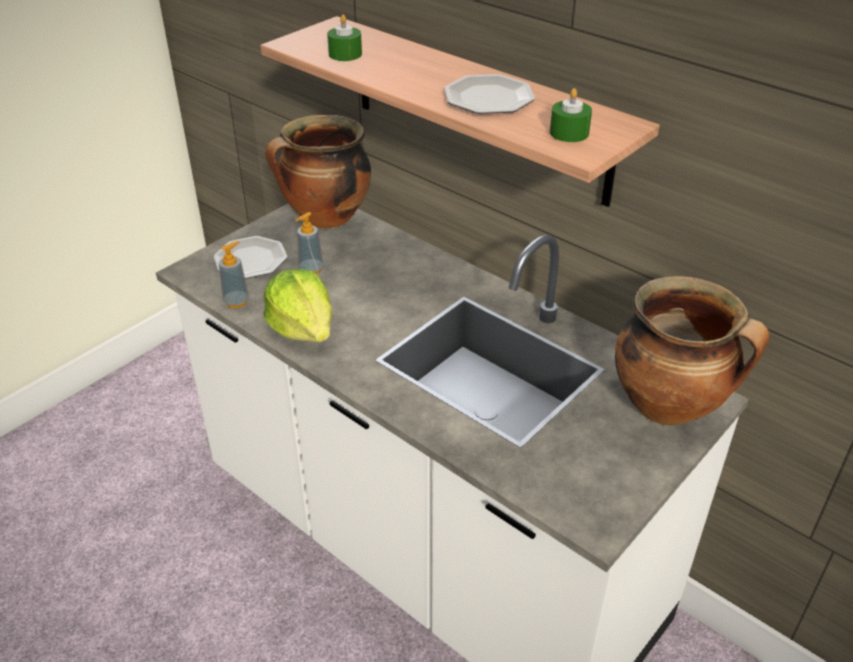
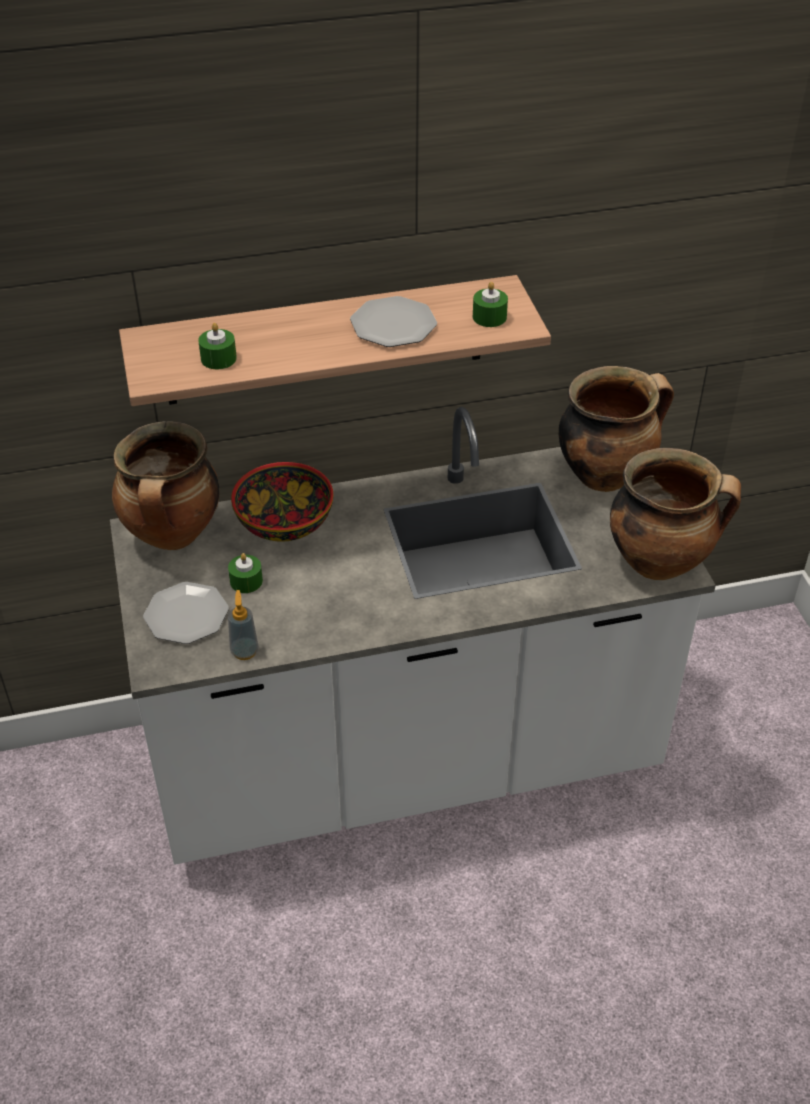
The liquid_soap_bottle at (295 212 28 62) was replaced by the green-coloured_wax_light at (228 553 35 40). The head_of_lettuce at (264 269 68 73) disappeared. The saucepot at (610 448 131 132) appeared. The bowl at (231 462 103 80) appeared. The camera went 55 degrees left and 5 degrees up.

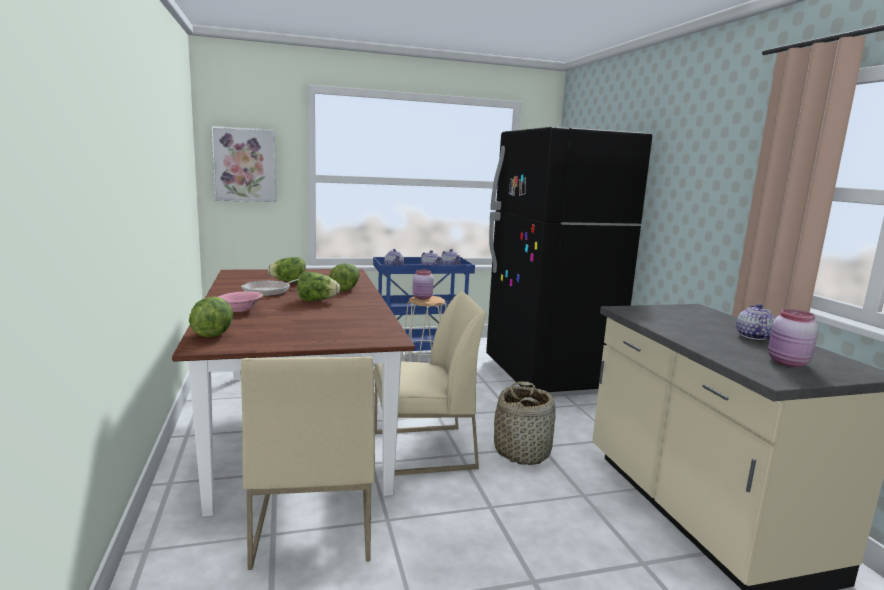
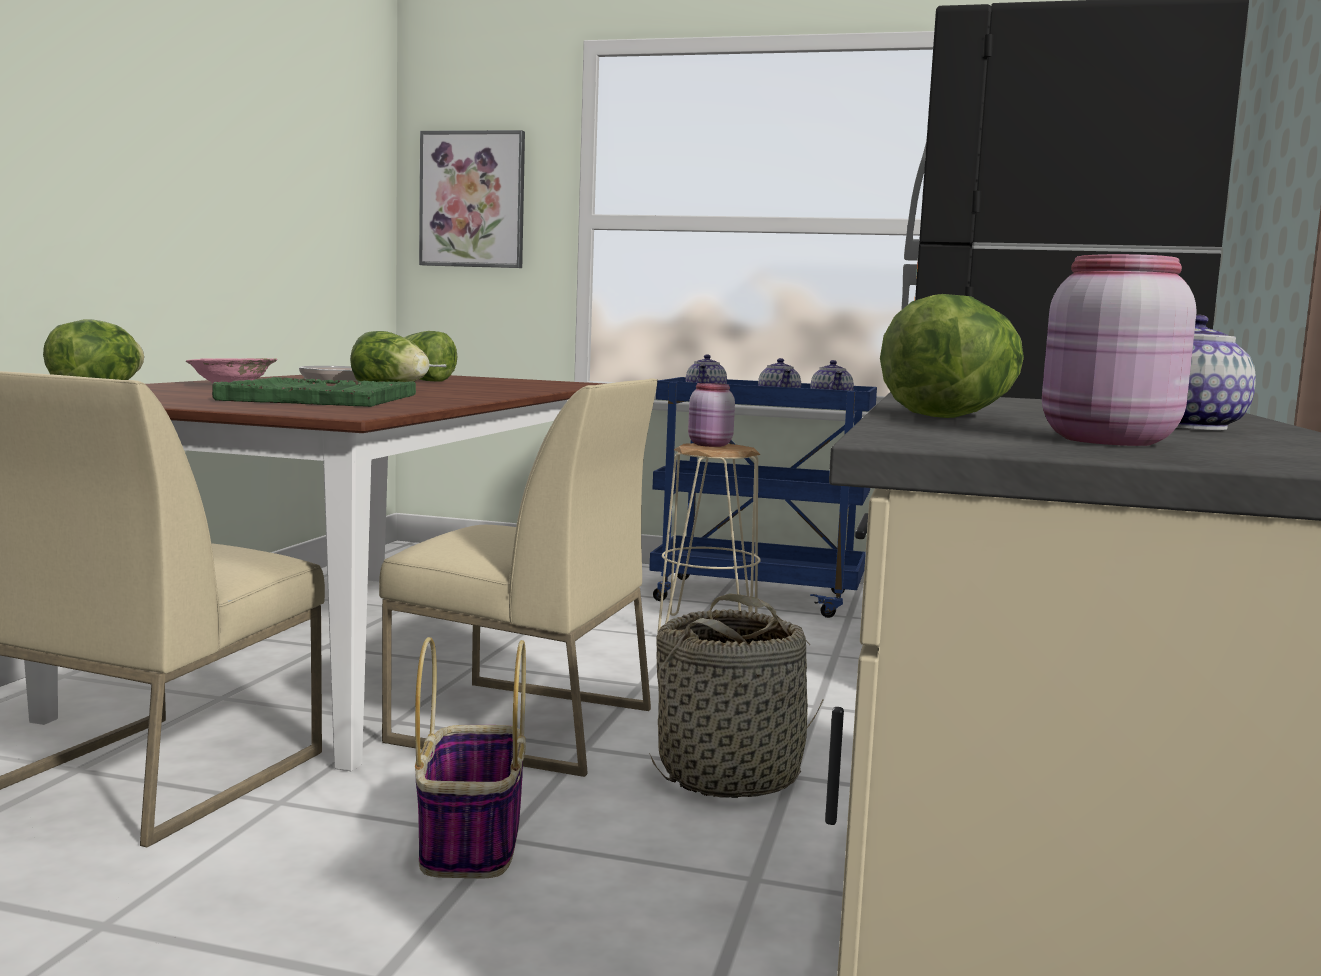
The head_of_lettuce moved from (330 263 30 28) to (880 294 144 124). The green-coloured_serving_tray at (212 377 204 30) appeared. The storage_basket at (415 637 111 241) appeared. The camera went 30 degrees right and 5 degrees down.

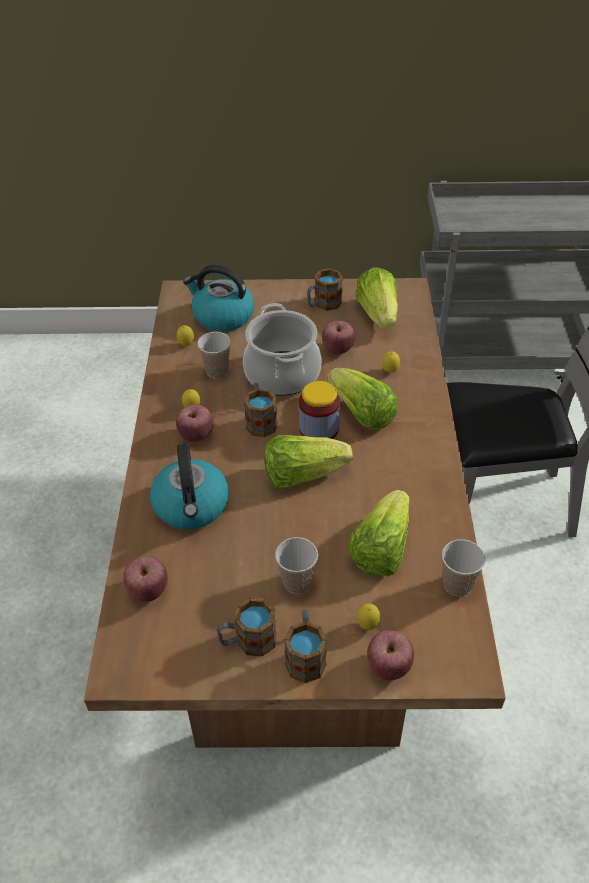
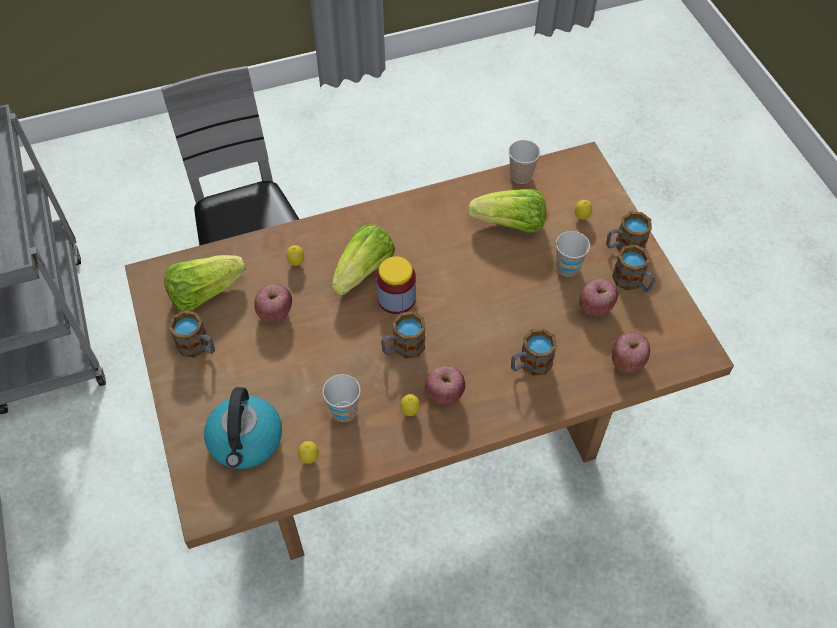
The saucepot at (243 303 79 93) disappeared. The head_of_lettuce at (264 435 89 54) disappeared. The water_kettle at (150 444 79 85) was replaced by the mug at (511 328 46 48). The apple_fruit moved from (367 630 47 51) to (579 278 39 39). The camera went 110 degrees left and 10 degrees up.

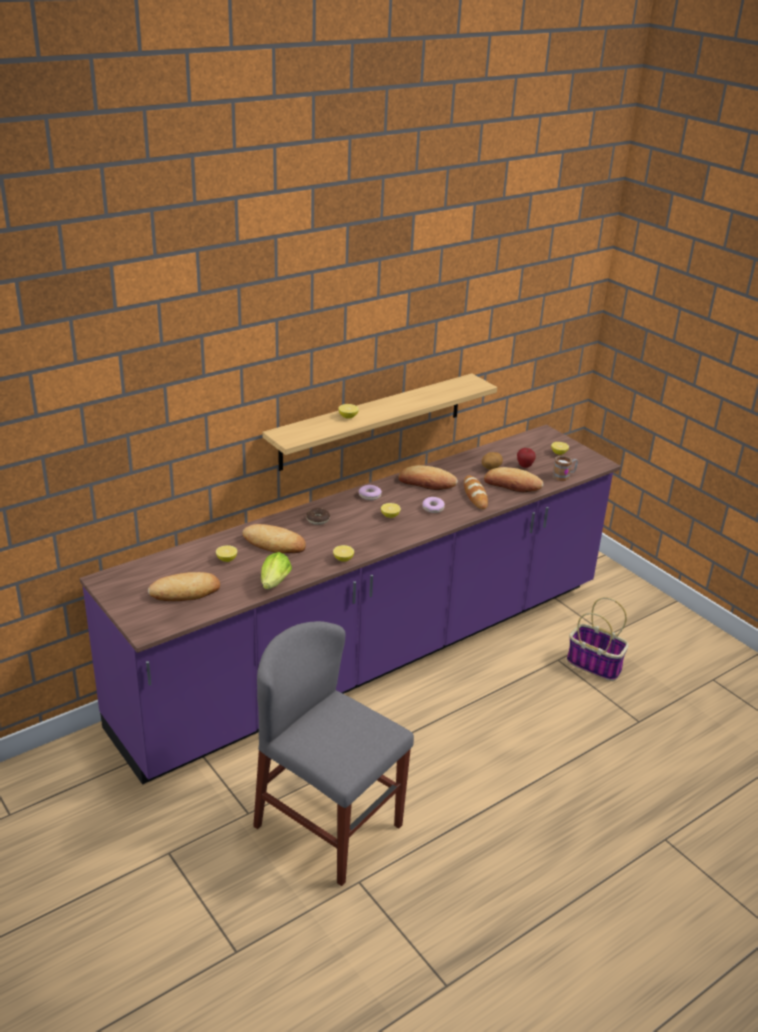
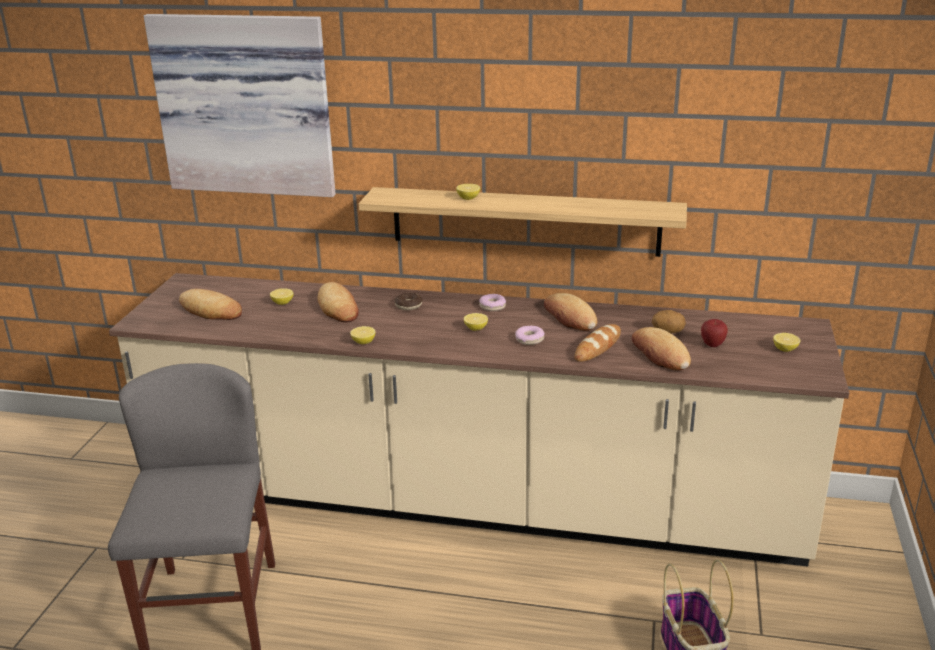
The purplish_kitchen_base_unit at (80 425 541 360) became the beige-coloured_kitchen_base_unit at (109 273 740 294). The mug at (552 456 26 25) disappeared. The head_of_lettuce at (261 552 31 37) disappeared. The picture at (144 14 192 183) appeared. The camera went 50 degrees right and 5 degrees down.

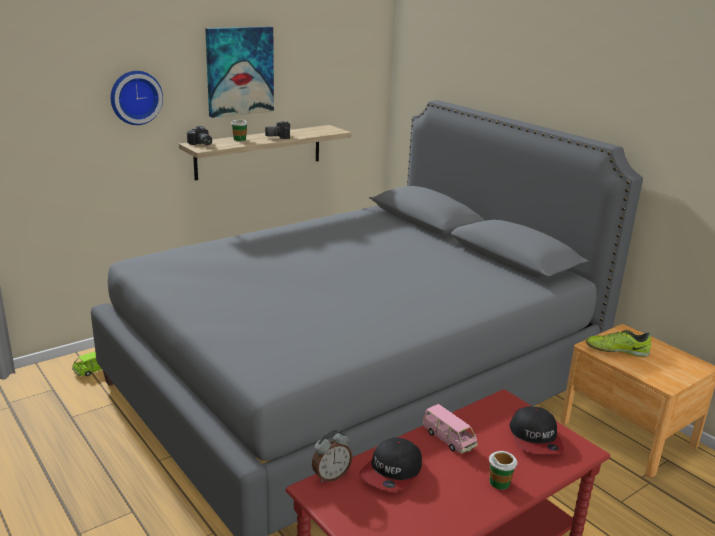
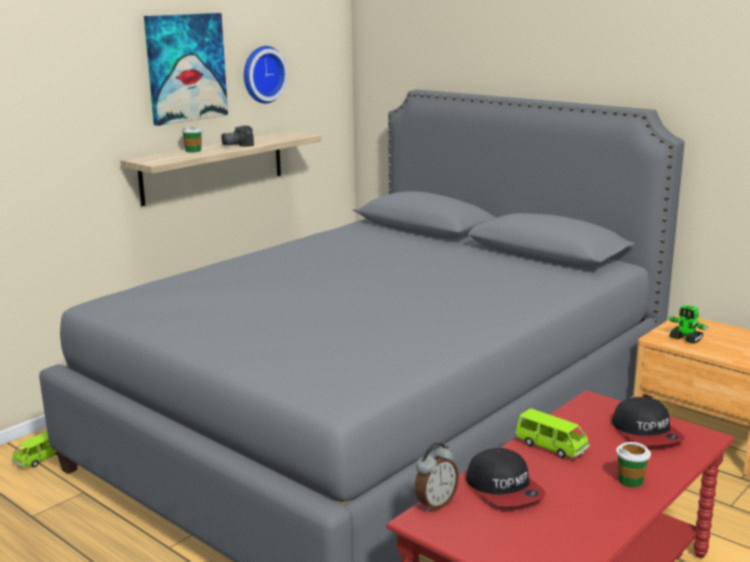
The wall_clock moved from (111 71 52 54) to (244 46 44 58). The still_camera at (187 125 25 20) disappeared. The item_of_footwear at (586 330 65 27) was replaced by the model_robot at (668 305 41 39). The pink_miniature_car at (422 404 56 49) became the green-coloured_miniature_car at (515 408 74 50). The peaked_cap at (359 437 63 54) turned 45 degrees counterclockwise. The camera went 10 degrees left and 5 degrees down.

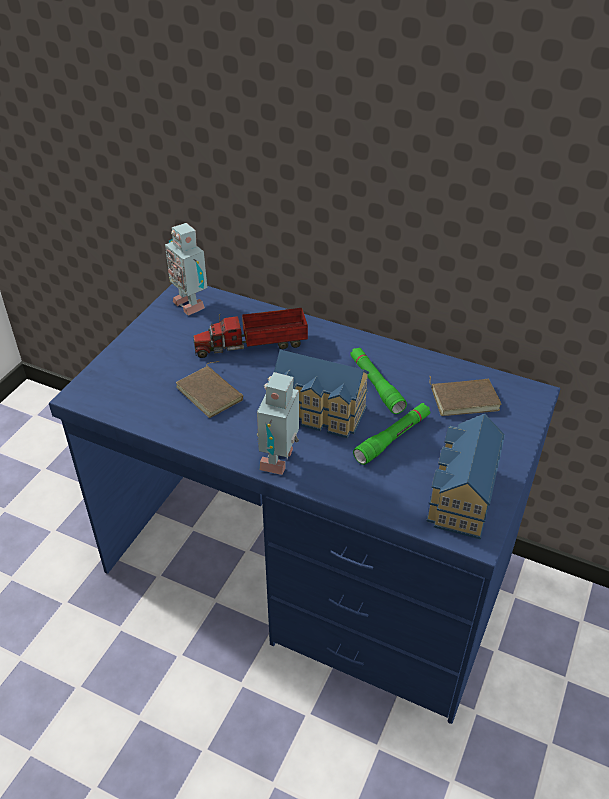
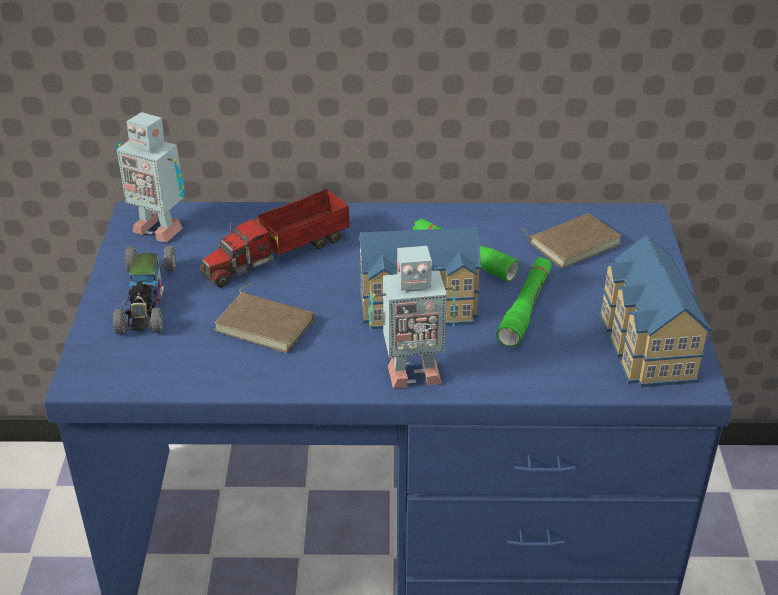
The model_robot at (257 372 42 103) turned 90 degrees counterclockwise. The miniature_car at (113 246 63 88) appeared. The camera went 25 degrees left and 5 degrees down.

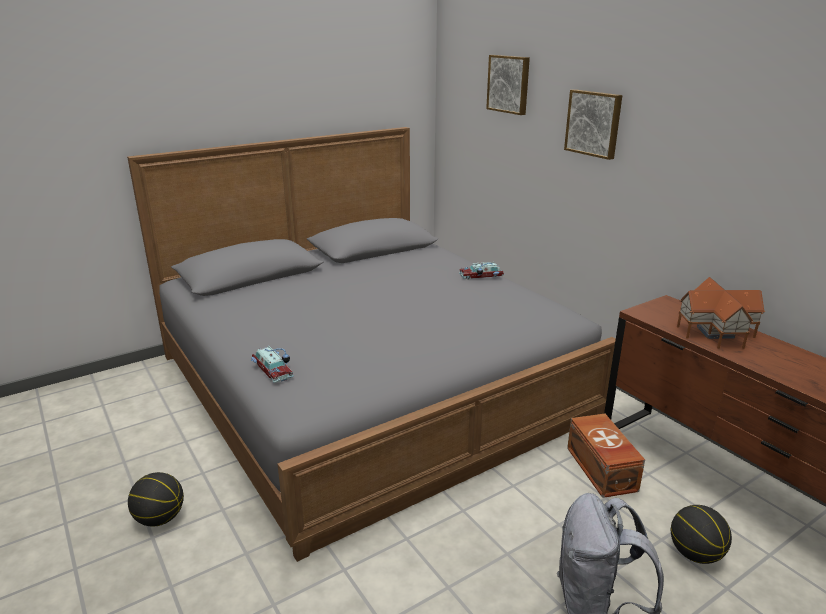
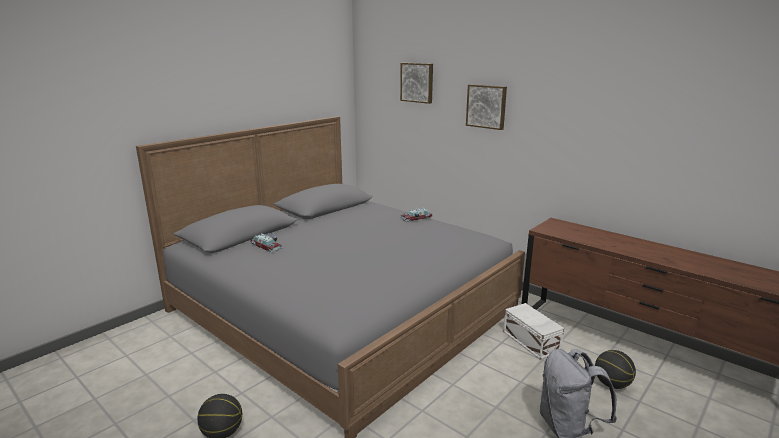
The toy_house at (677 277 88 72) disappeared. The miniature_car moved from (251 346 43 37) to (250 233 32 19). The brownish_storage_bin at (567 414 78 84) became the white_storage_bin at (503 303 61 57). The camera went 15 degrees left and 5 degrees down.

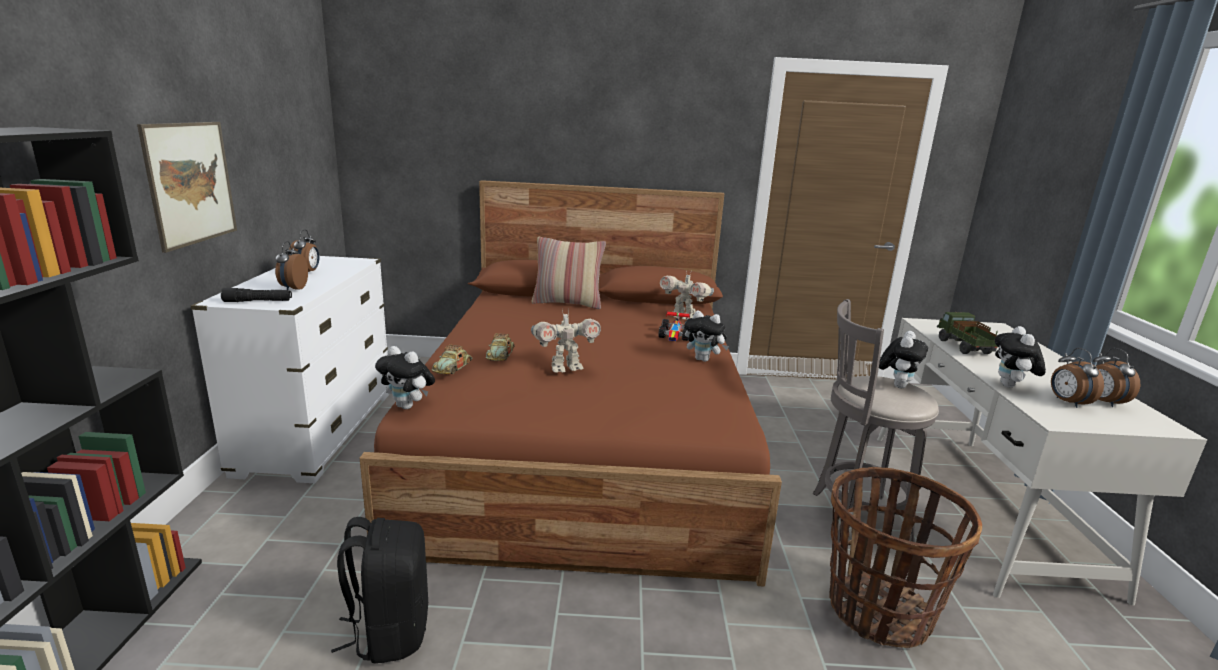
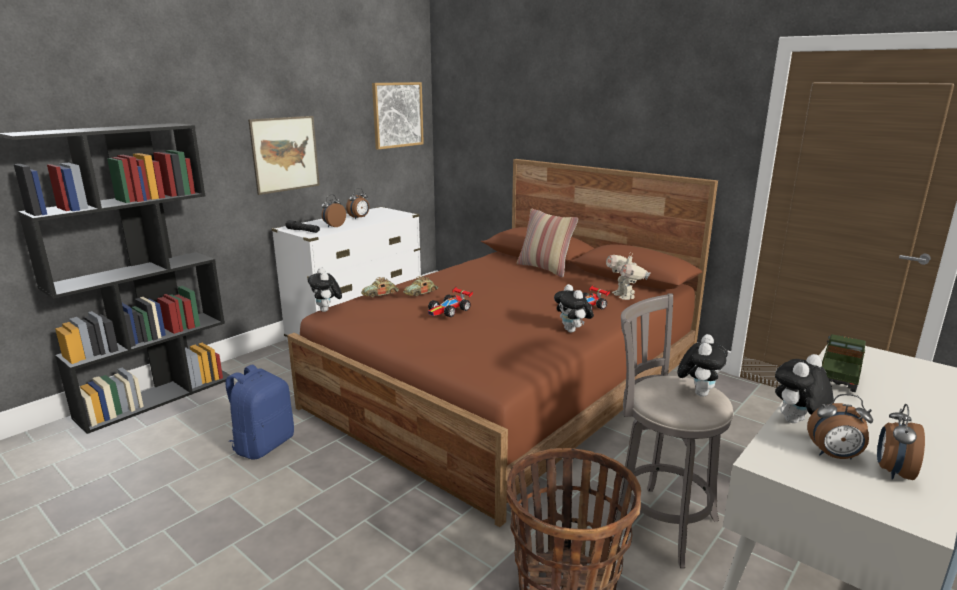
The model_robot at (531 308 70 65) was replaced by the miniature_car at (428 287 45 30). The plush_toy at (879 331 49 57) turned 45 degrees counterclockwise. The alarm_clock at (1051 348 53 60) turned 105 degrees counterclockwise. The blackish_backpack at (331 517 97 146) became the bluish_backpack at (225 365 69 94). The picture at (372 82 52 68) appeared. The camera went 40 degrees right and 0 degrees up.

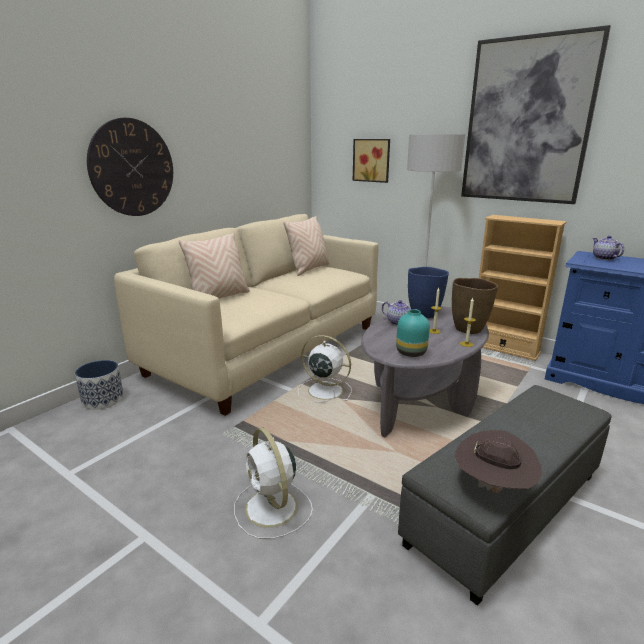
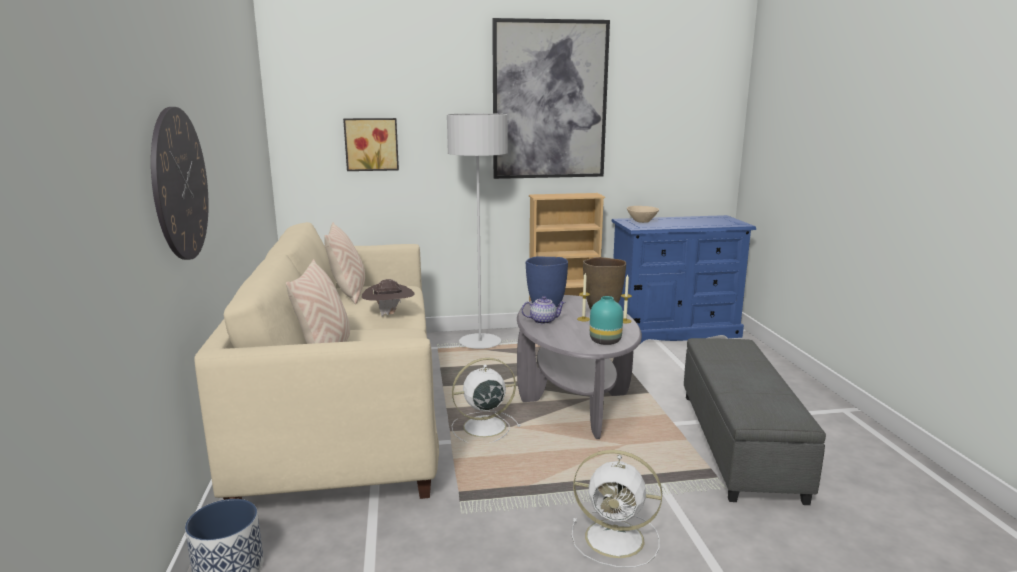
The tea_pot at (593 236 31 24) was replaced by the beige-coloured_bowl at (627 206 32 17). The brownish_wearable_hat moved from (455 430 87 63) to (362 279 52 37). The camera went 45 degrees left and 5 degrees down.

